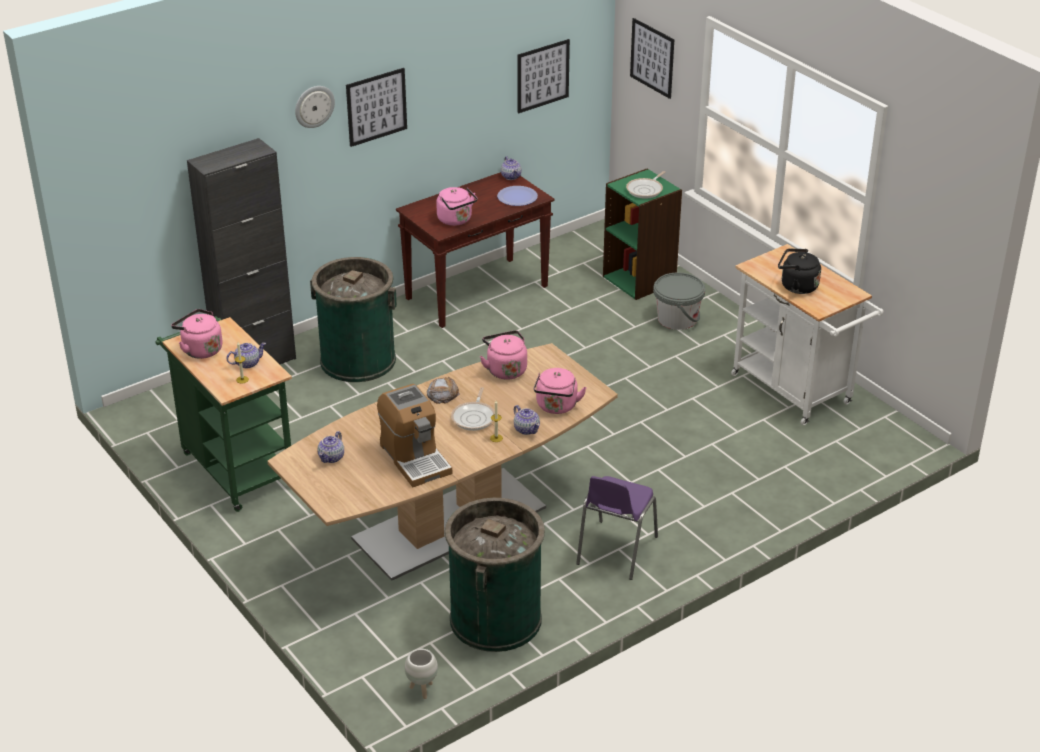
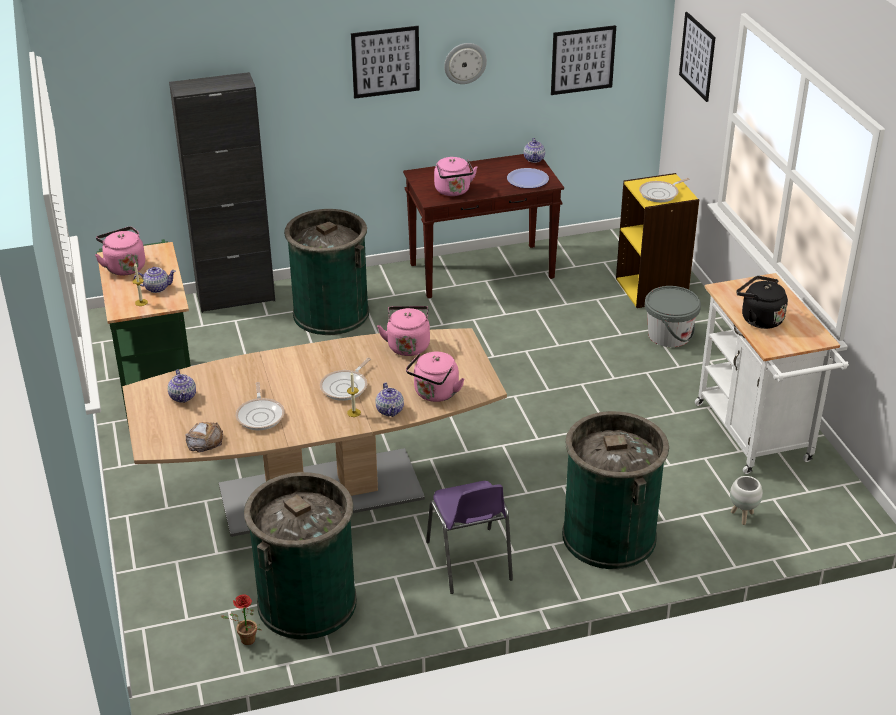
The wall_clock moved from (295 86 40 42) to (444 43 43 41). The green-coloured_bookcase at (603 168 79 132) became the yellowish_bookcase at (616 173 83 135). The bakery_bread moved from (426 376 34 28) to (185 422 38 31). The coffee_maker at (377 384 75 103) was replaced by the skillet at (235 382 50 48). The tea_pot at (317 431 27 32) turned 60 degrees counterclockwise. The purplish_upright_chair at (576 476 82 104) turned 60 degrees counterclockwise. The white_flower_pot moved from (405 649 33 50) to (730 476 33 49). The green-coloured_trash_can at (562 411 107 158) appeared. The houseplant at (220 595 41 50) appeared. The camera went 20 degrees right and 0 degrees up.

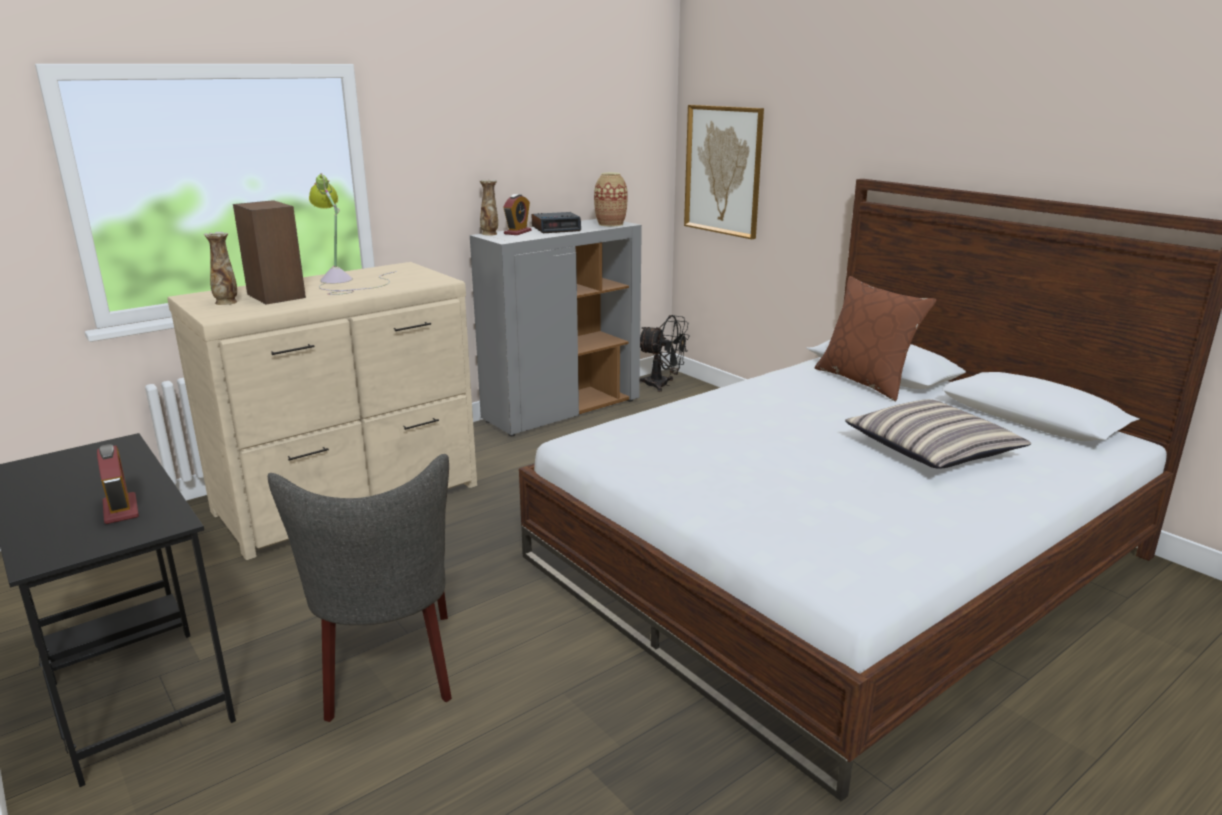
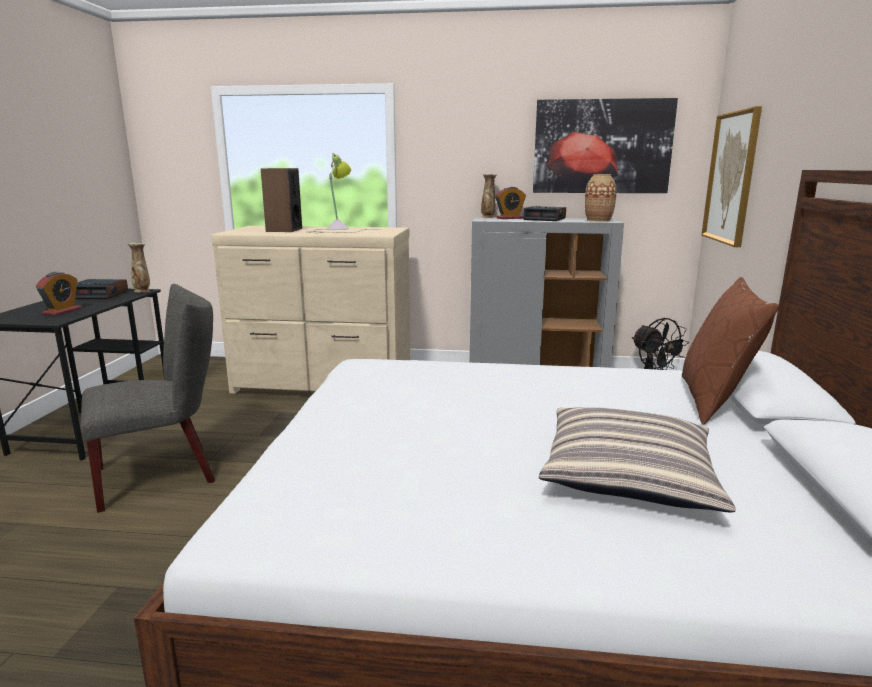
The decorative_vase moved from (204 232 33 73) to (128 243 22 50). The gray_upright_chair at (268 454 184 268) turned 150 degrees counterclockwise. The picture at (533 98 145 95) appeared. The alarm_clock at (75 279 53 20) appeared. The camera went 45 degrees right and 5 degrees down.

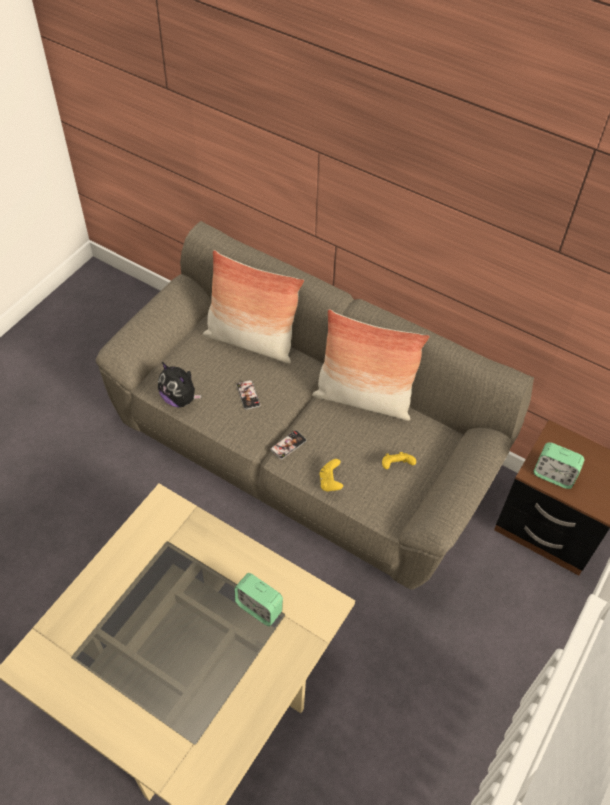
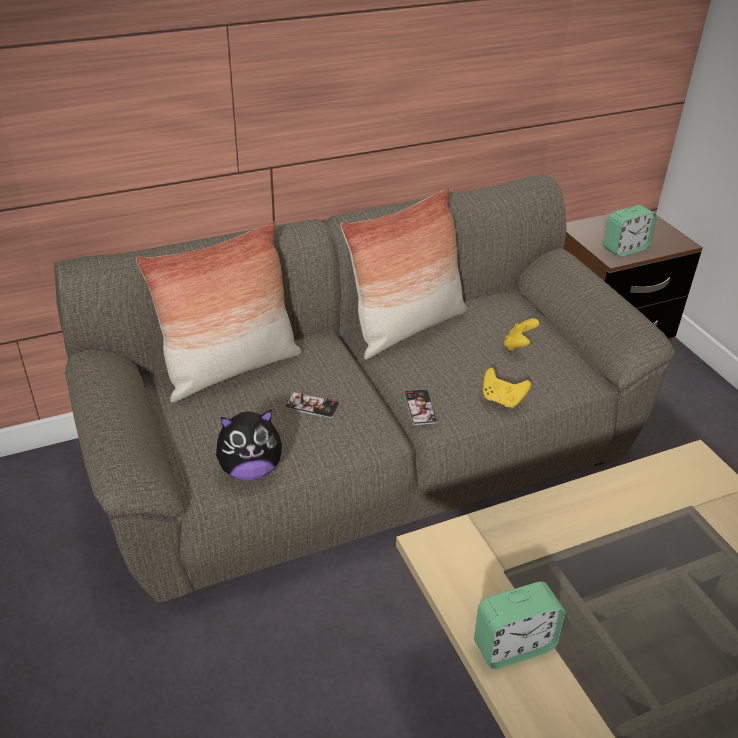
The alarm_clock moved from (234 573 49 53) to (474 581 91 89). The camera went 55 degrees left and 15 degrees down.

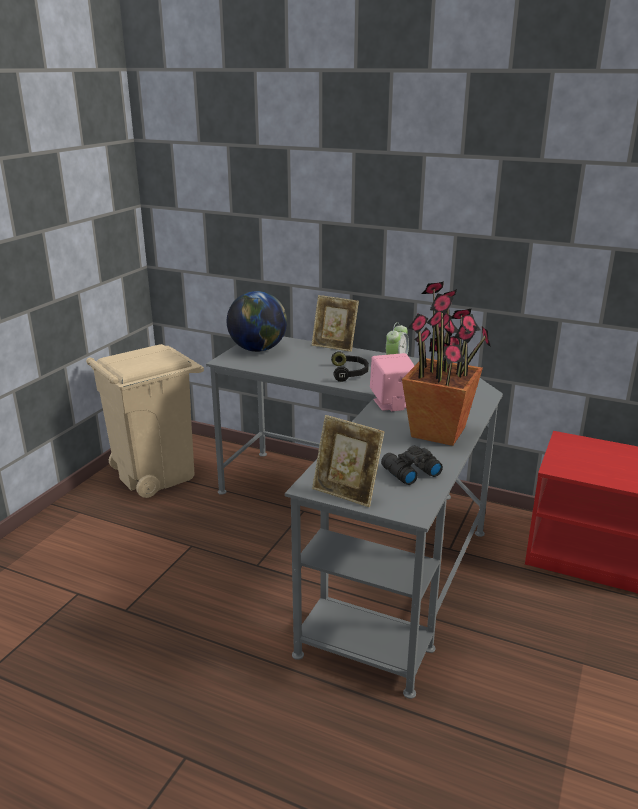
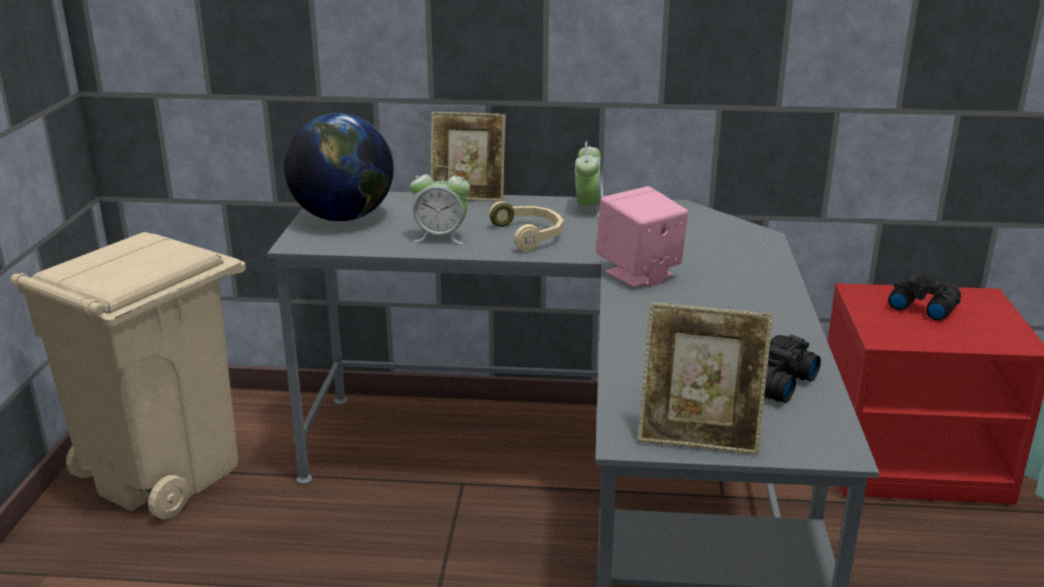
The houseplant at (402 281 89 165) disappeared. The blackish_headphones at (331 351 38 31) became the beige-coloured_headphones at (489 201 75 50). The alarm_clock at (410 166 60 78) appeared. The blackish_field_glasses at (888 275 73 45) appeared. The camera went 20 degrees left and 0 degrees up.

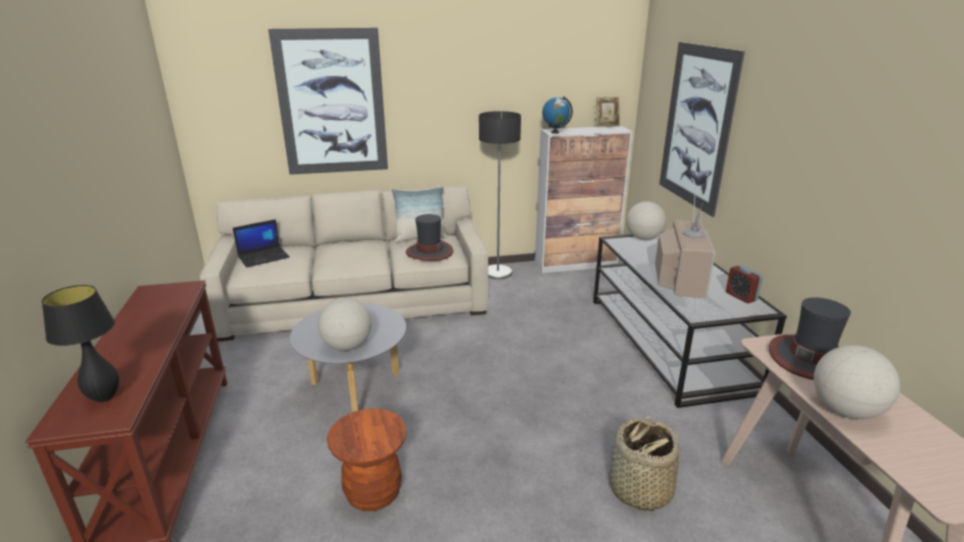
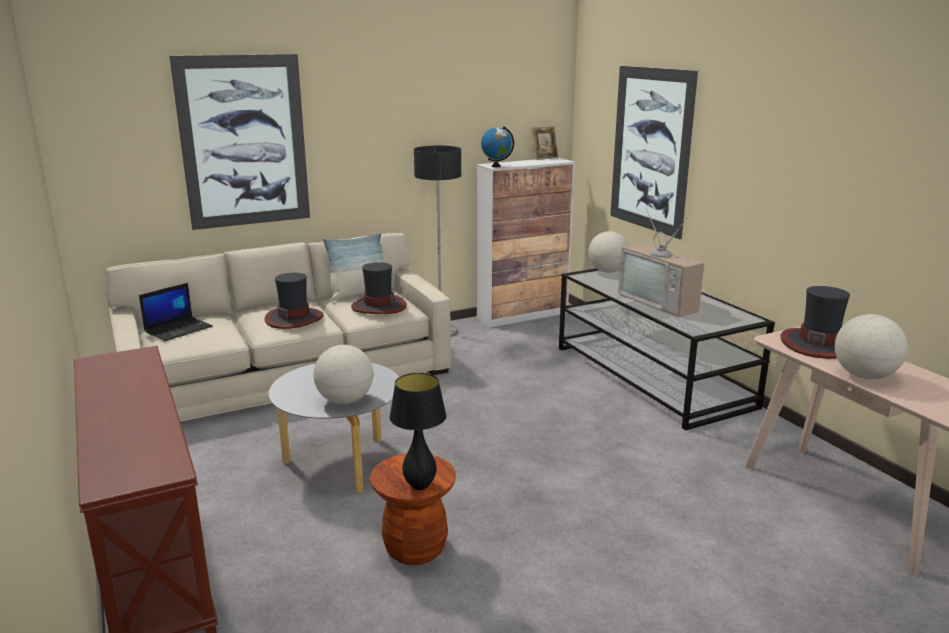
The TV_set at (655 187 60 111) turned 150 degrees clockwise. The alarm_clock at (726 265 37 38) disappeared. The blackish_tabletop_lamp moved from (42 285 77 117) to (389 373 57 117). The storage_basket at (609 416 70 95) disappeared. The wearable_hat at (264 273 60 56) appeared. The camera went 15 degrees left and 5 degrees down.

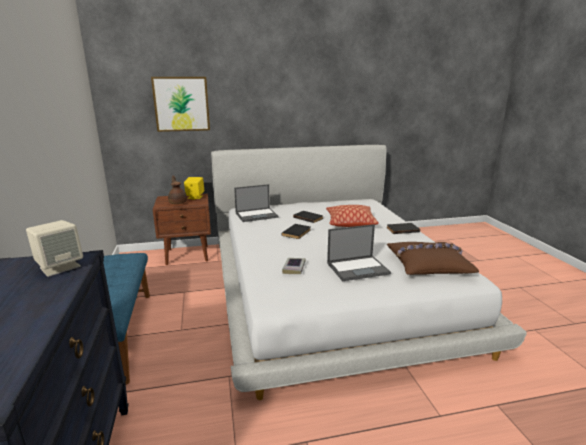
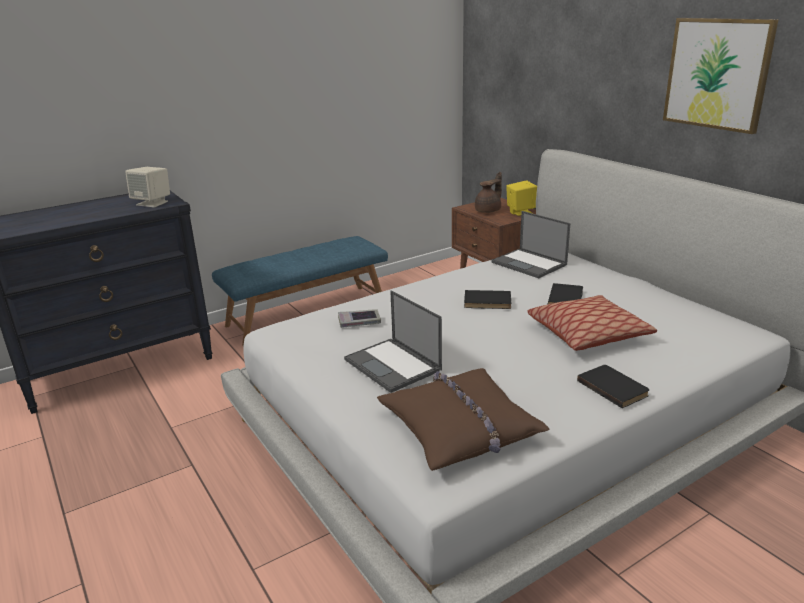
The picture moved from (151 77 59 55) to (663 18 116 116). The camera went 70 degrees right and 5 degrees up.

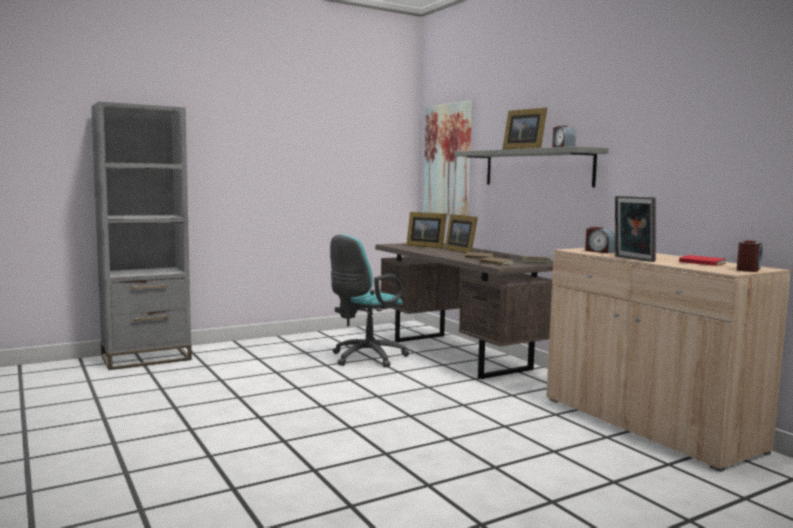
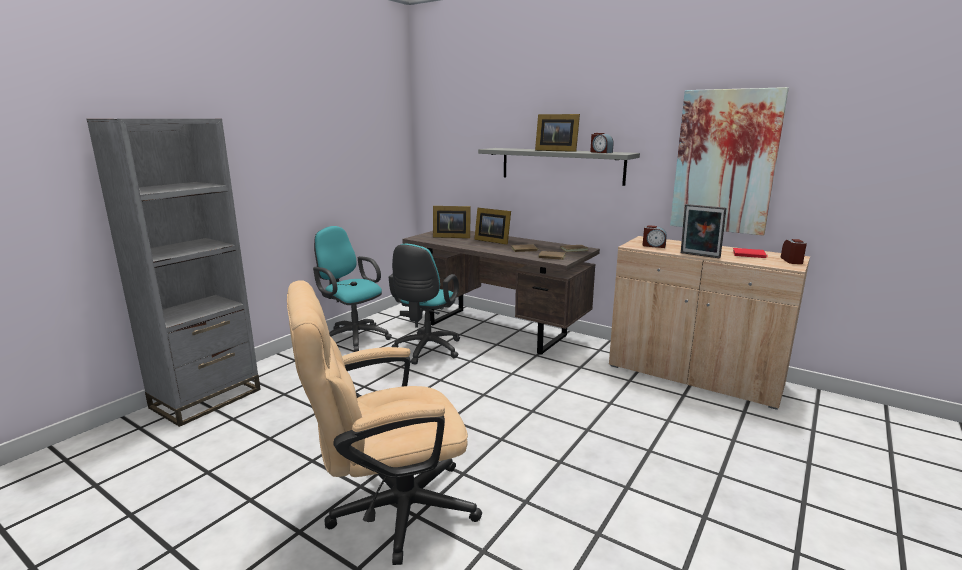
The picture moved from (423 100 49 116) to (670 87 119 149). The blue-green_office_chair at (313 226 79 126) appeared. The beige-coloured_office_chair at (287 280 195 285) appeared. The camera went 25 degrees left and 10 degrees up.

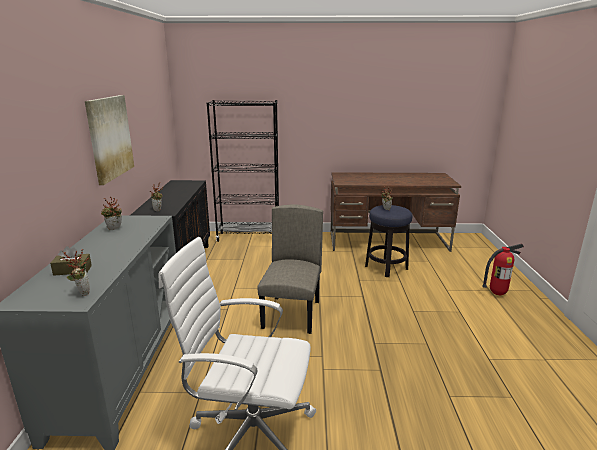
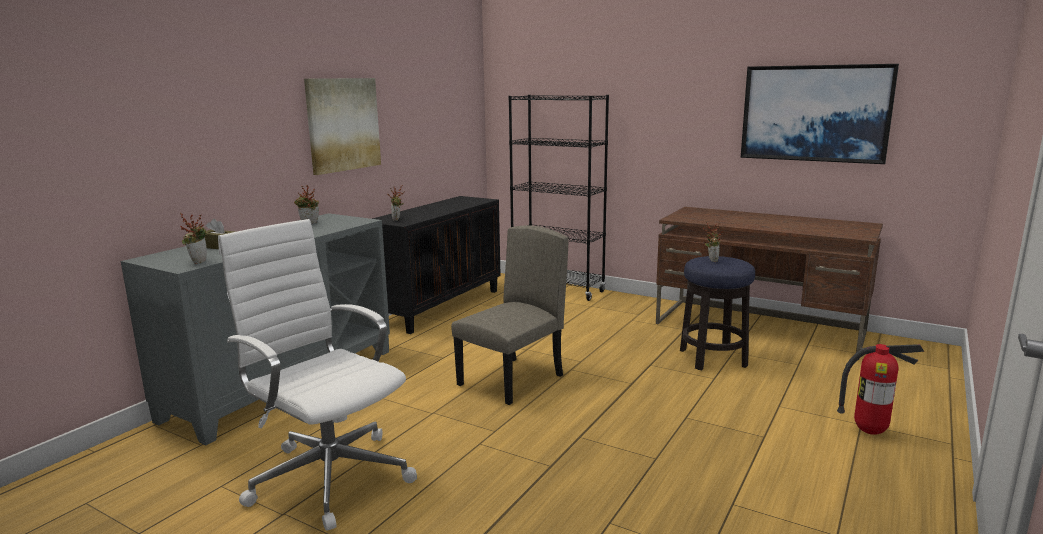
The picture at (741 64 158 100) appeared. The camera went 30 degrees right and 5 degrees down.

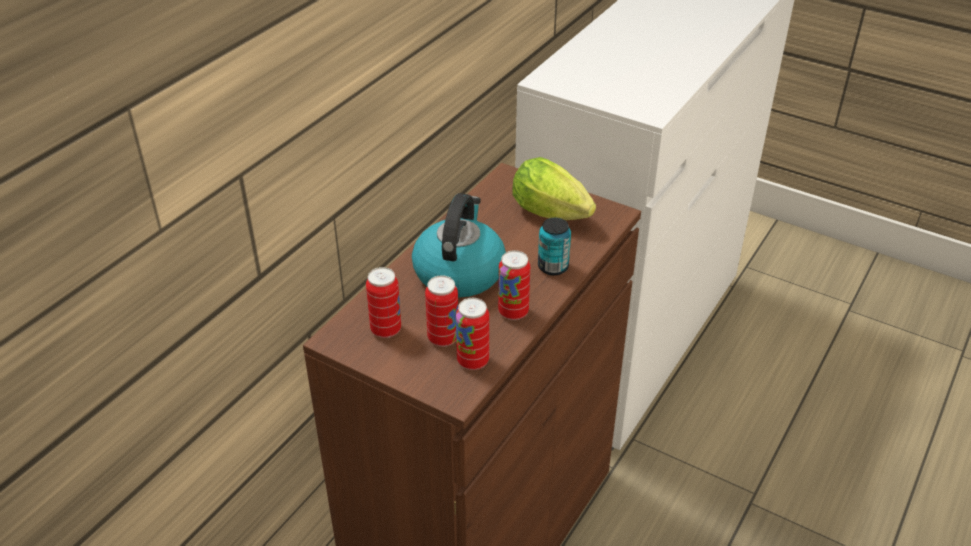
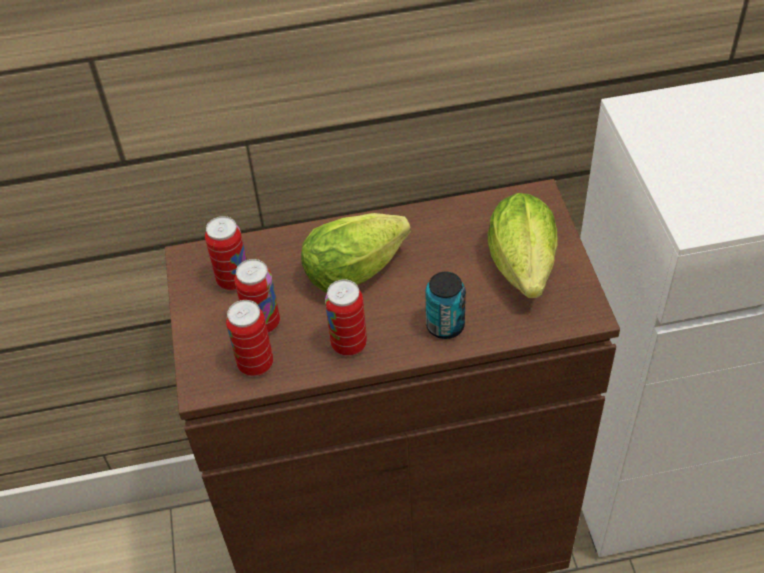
The water_kettle at (412 193 94 105) was replaced by the head_of_lettuce at (301 213 110 79). The camera went 50 degrees right and 10 degrees up.

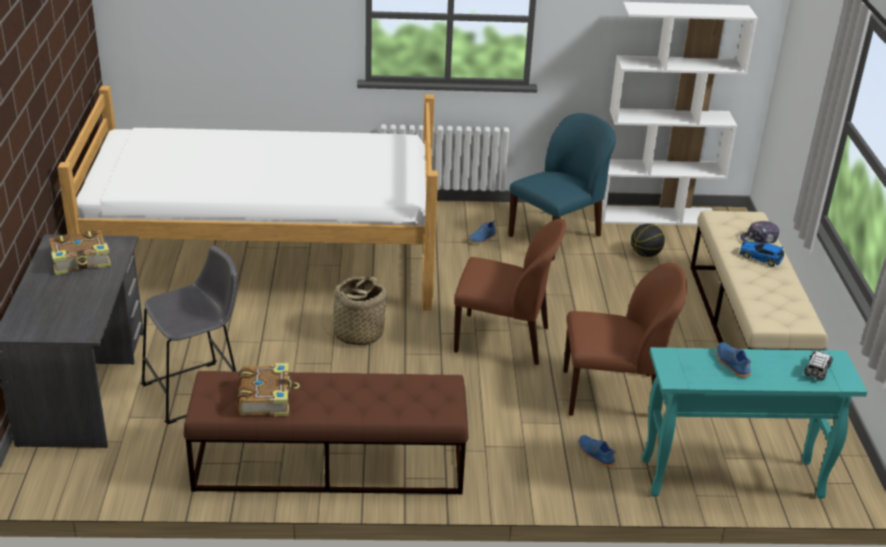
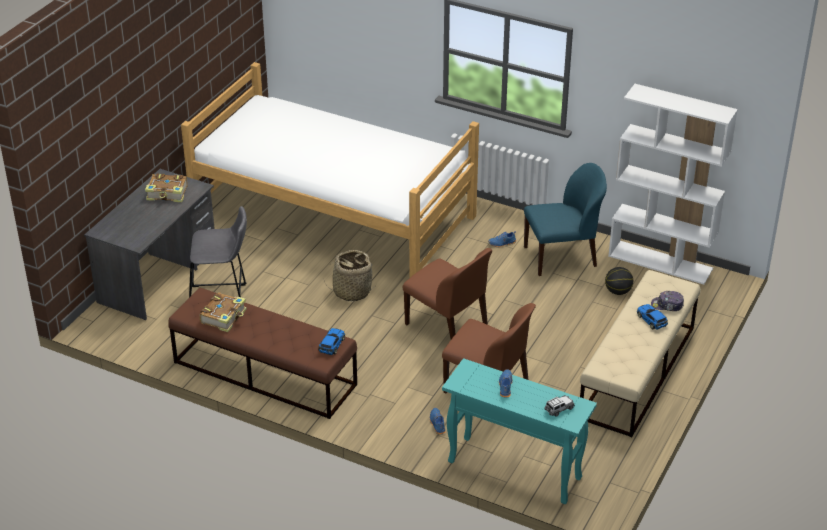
The miniature_car at (318 328 27 27) appeared. The camera went 30 degrees right and 5 degrees up.

